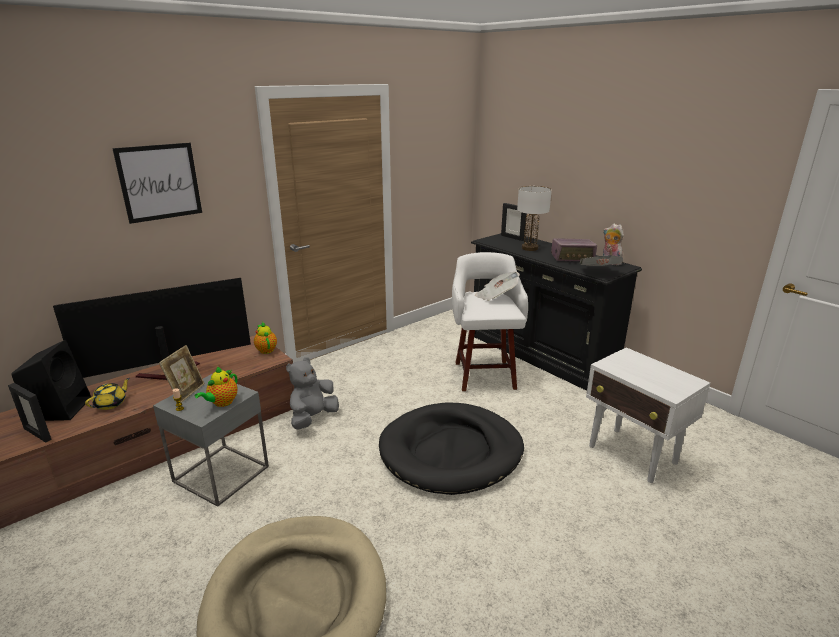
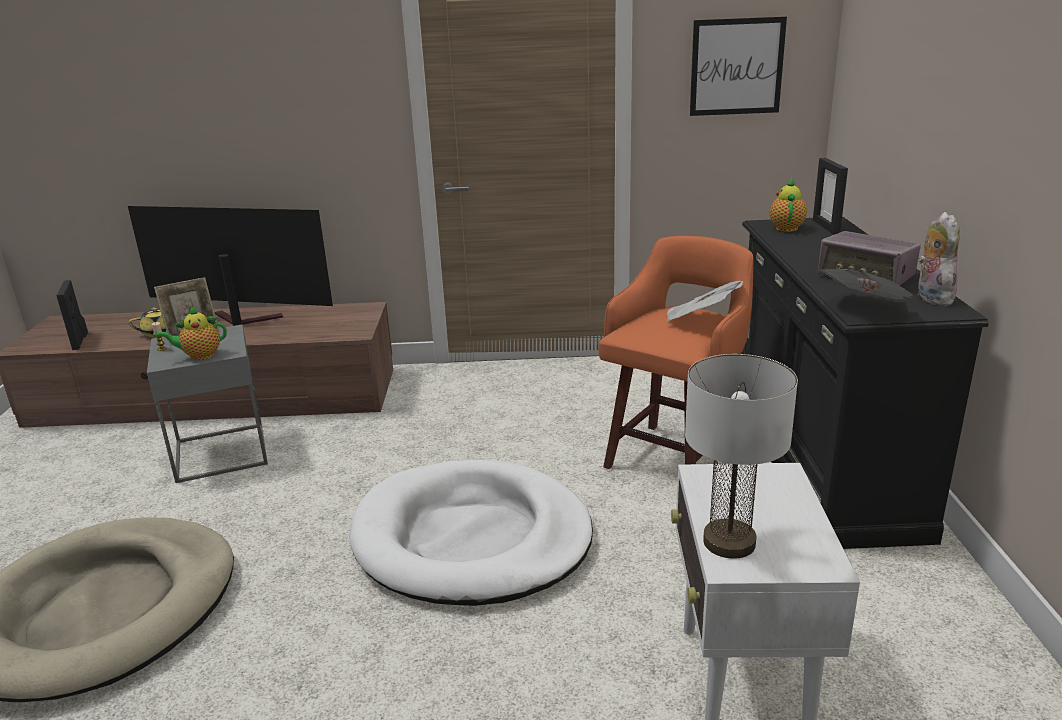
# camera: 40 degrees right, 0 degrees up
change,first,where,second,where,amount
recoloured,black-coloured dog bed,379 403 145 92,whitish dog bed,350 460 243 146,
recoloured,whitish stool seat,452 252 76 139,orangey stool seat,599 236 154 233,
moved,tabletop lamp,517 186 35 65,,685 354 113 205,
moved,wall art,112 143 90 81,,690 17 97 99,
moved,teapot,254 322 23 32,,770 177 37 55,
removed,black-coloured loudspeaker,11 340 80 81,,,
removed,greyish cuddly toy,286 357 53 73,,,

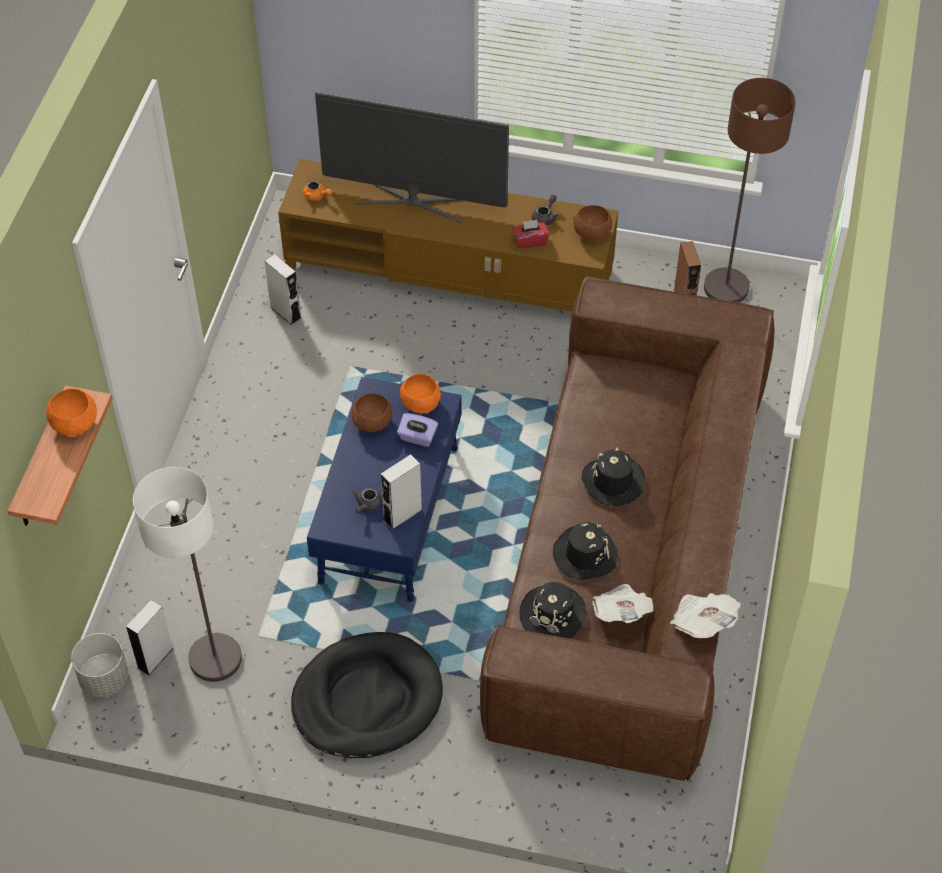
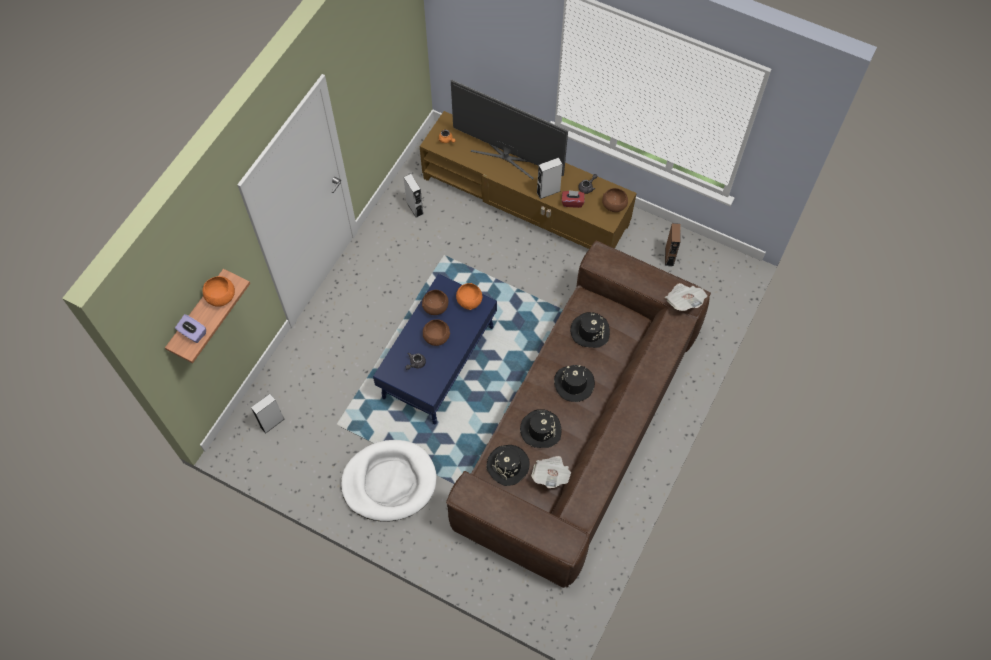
# camera: 15 degrees right, 10 degrees up
change,first,where,second,where,amount
moved,purple box of tissues,397 413 41 34,,175 314 31 29,
recoloured,black-coloured dog bed,291 632 152 126,whitish dog bed,341 440 96 82,
added,,,brown-coloured serving bowl,423 319 27 27,
moved,greyish loudspeaker,381 454 41 76,,536 157 27 42,
added,,,black-coloured clothing hat,570 312 40 36,
moved,printed paper,670 593 70 45,,665 283 42 28,
removed,greyish plant pot,71 633 57 64,,,
removed,whitish standing lamp,133 467 109 215,,,
removed,brown-coloured standing lamp,704 78 92 225,,,

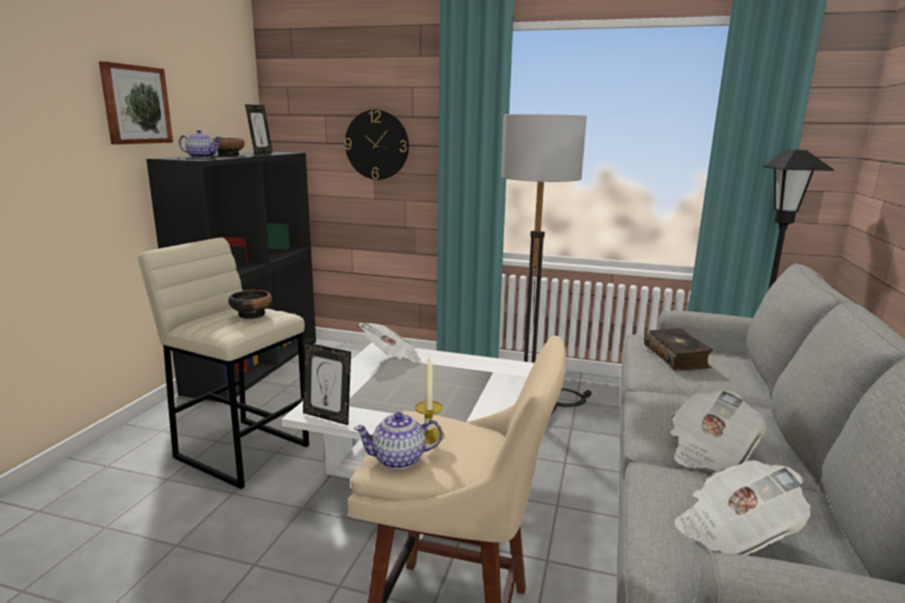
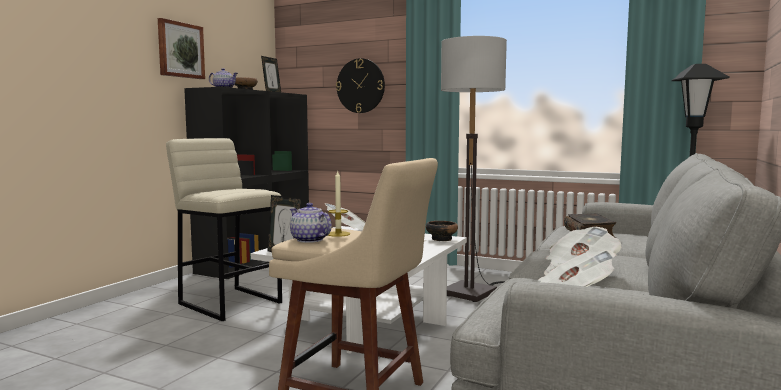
# camera: 10 degrees right, 10 degrees down
change,first,where,second,where,amount
turned,teapot,353 412 90 57,,290 203 42 40,45 degrees clockwise
moved,serving bowl,228 290 44 29,,426 221 32 20,

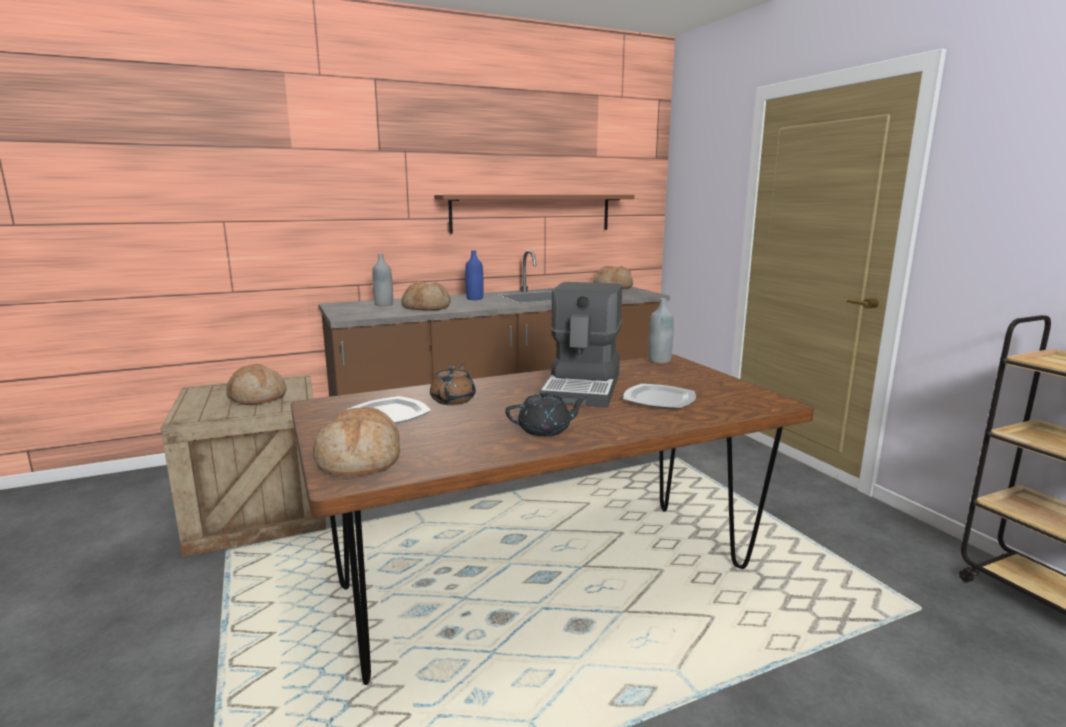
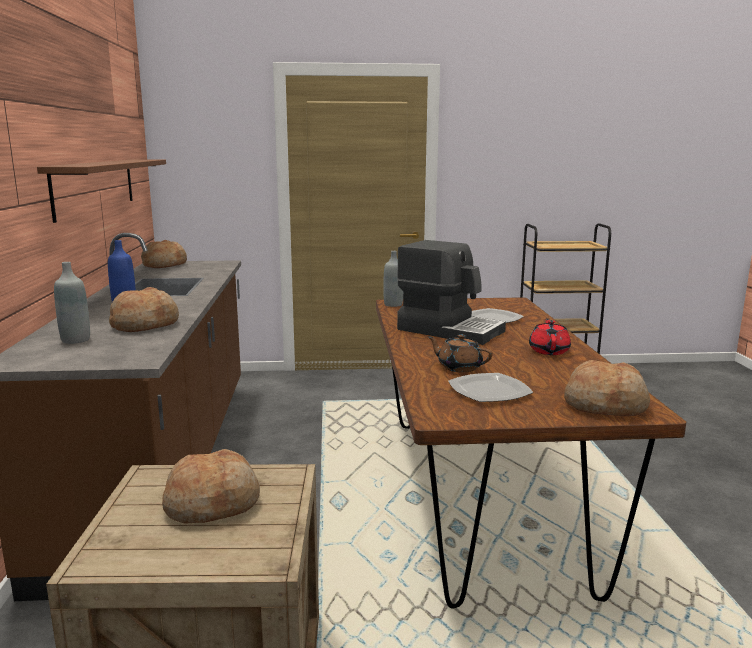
# camera: 70 degrees left, 0 degrees up
change,first,where,second,where,amount
recoloured,black-coloured teapot,505 391 82 46,red teapot,529 318 42 37,

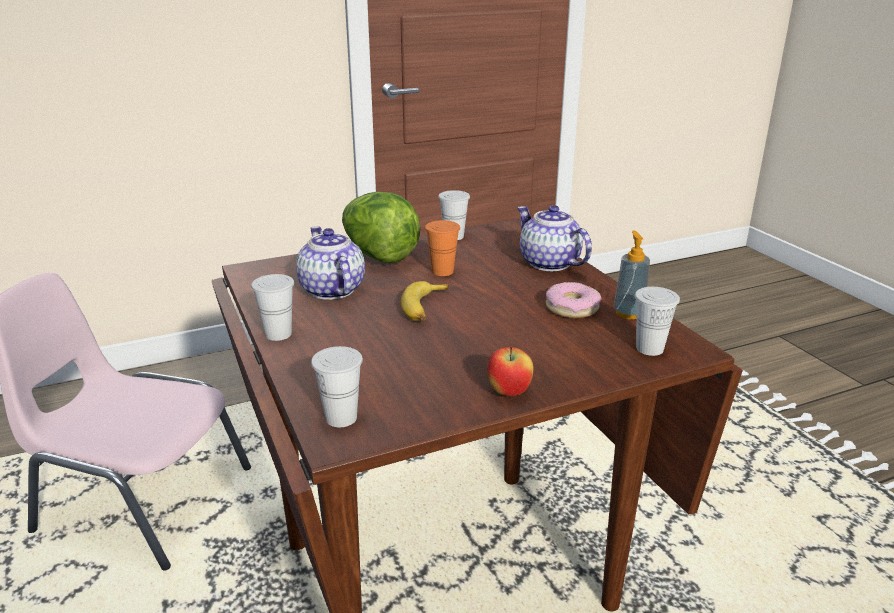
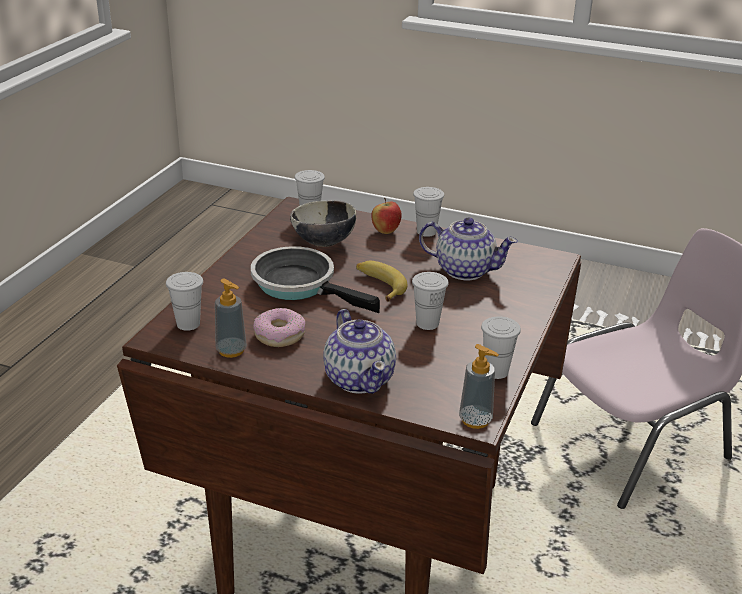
# camera: 135 degrees right, 5 degrees up
change,first,where,second,where,amount
added,,,frying pan,251 246 129 67,
added,,,serving bowl,290 200 66 47,
turned,teapot,517 205 75 66,,323 309 73 85,60 degrees clockwise
moved,apple,487 346 46 50,,371 198 31 36,
recoloured,orangey cup,425 220 35 56,whitish cup,412 272 37 58,
added,,,liquid soap bottle,459 344 40 85,
removed,lettuce head,342 192 78 71,,,

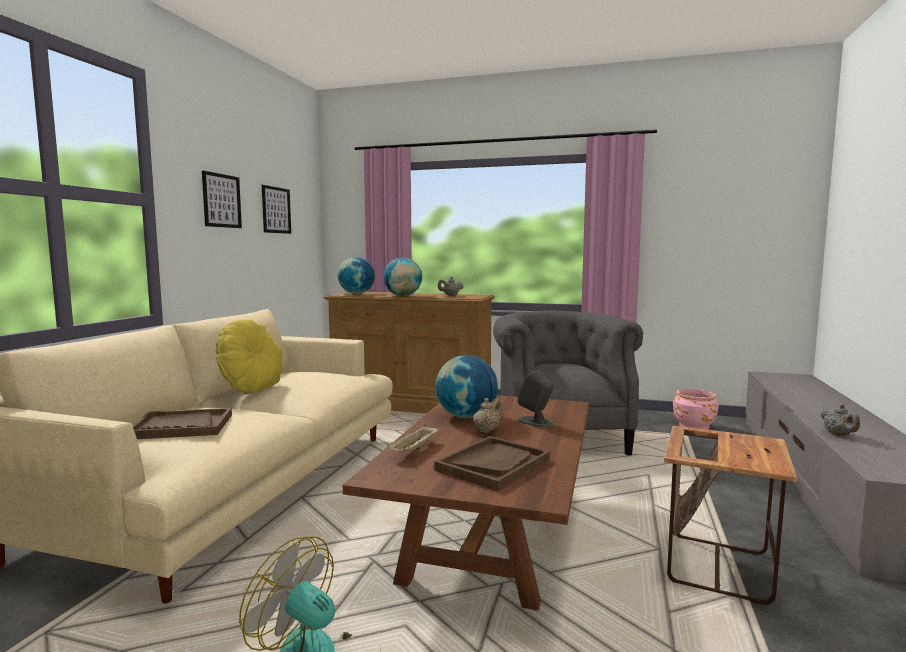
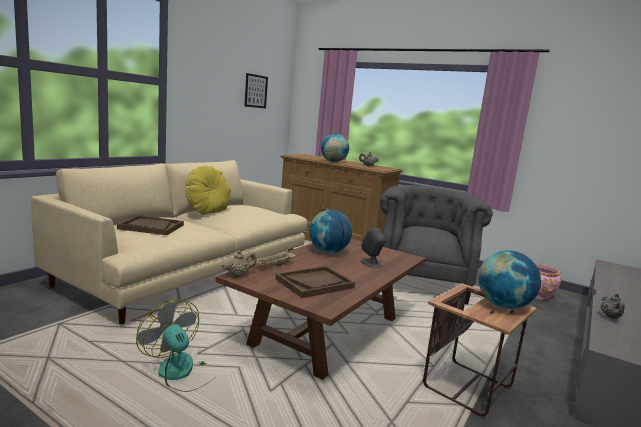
# camera: 15 degrees right, 5 degrees up
change,first,where,second,where,amount
moved,beige-coloured teapot,473 398 29 35,,222 250 35 27,
moved,desk globe,338 257 37 37,,478 250 63 59,
removed,wall art,202 171 40 57,,,

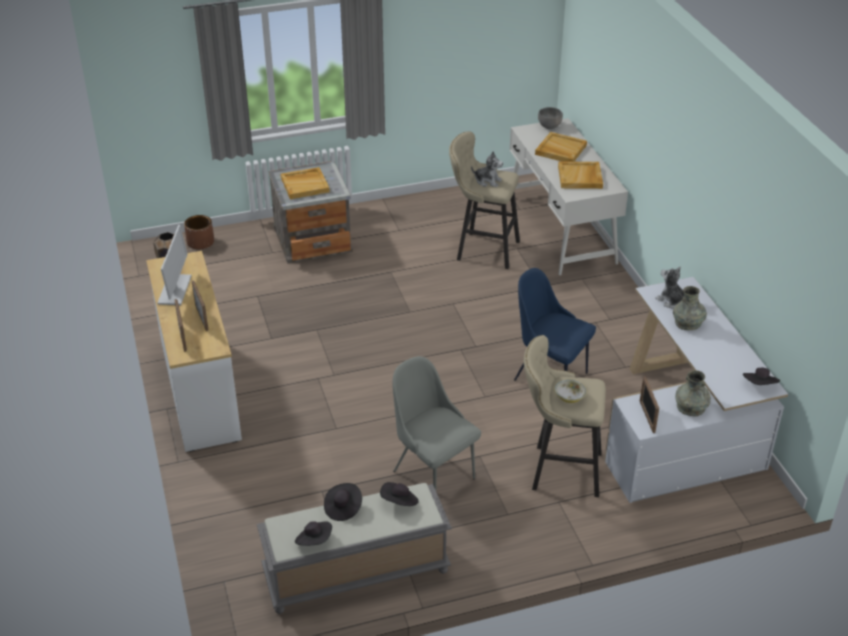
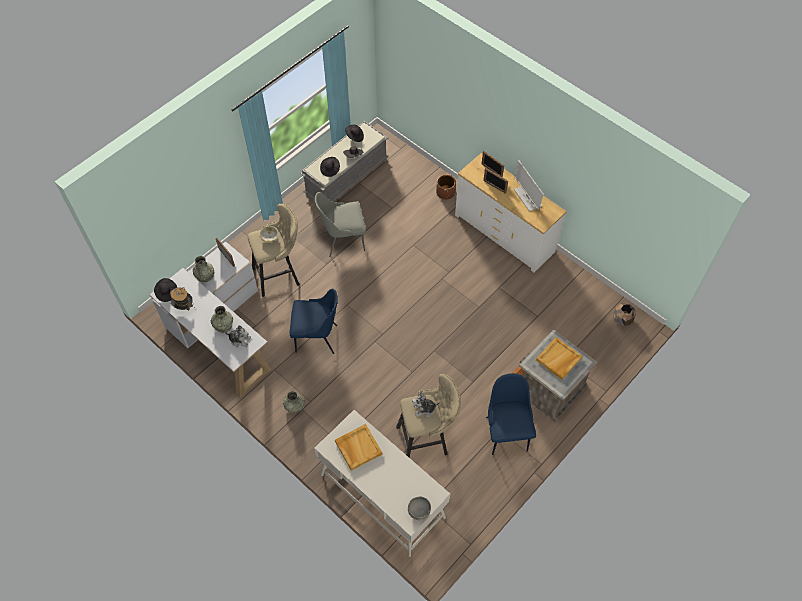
# camera: 150 degrees right, 20 degrees up
change,first,where,second,where,amount
added,,,clothing hat,170 287 25 23,
added,,,greyish vase,283 391 22 23,
turned,greyish plain chair,392 356 89 134,,315 192 51 65,150 degrees clockwise
moved,brown-coloured plant pot,184 215 30 34,,436 175 20 25,
added,,,bluish plain chair,486 373 50 82,
removed,beige-coloured serving tray,535 132 52 30,,,

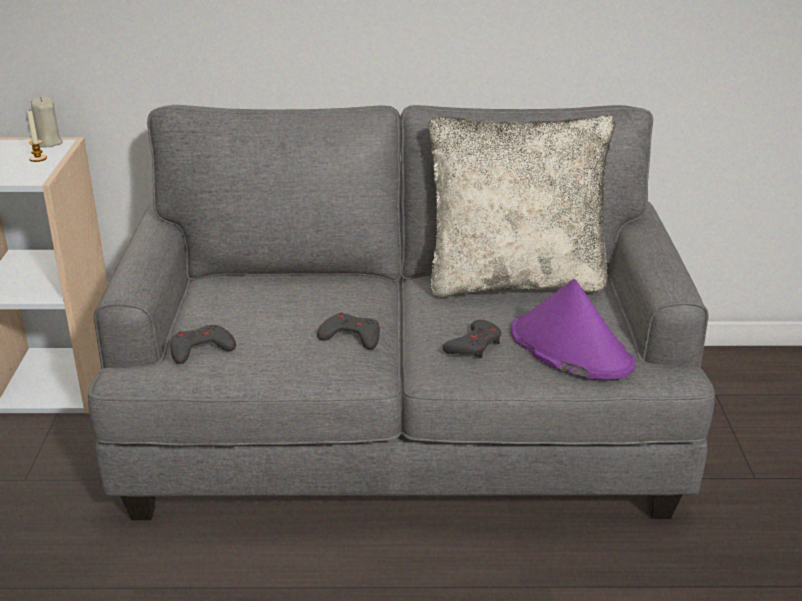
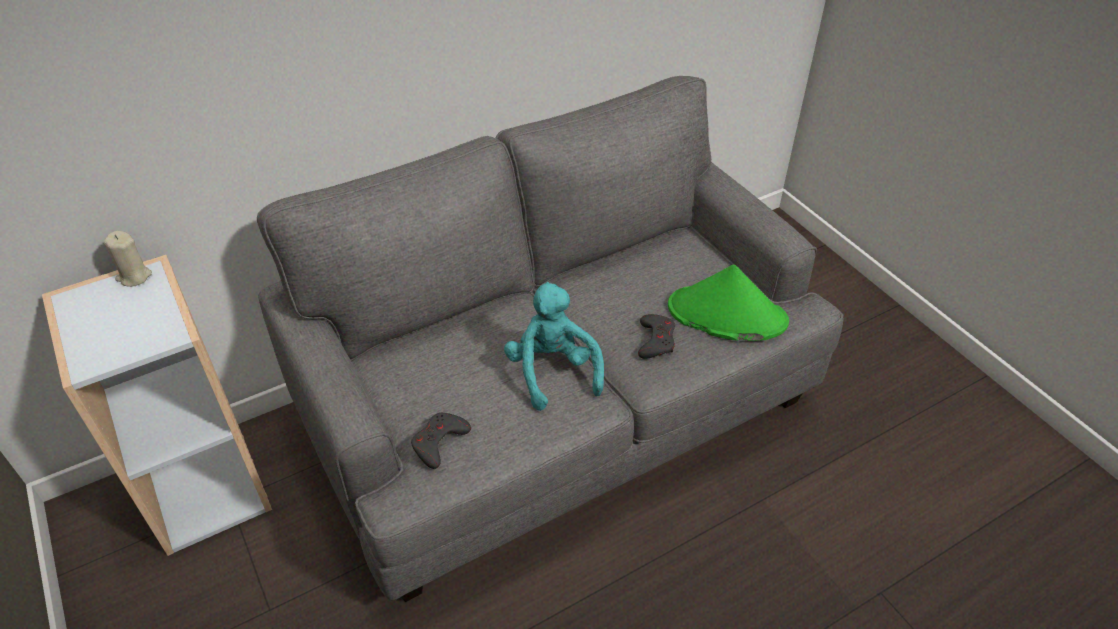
# camera: 30 degrees left, 15 degrees up
change,first,where,second,where,amount
replaced,greyish gamepad,317 313 63 36,turquoise-coloured cuddly toy,504 282 100 129,
recoloured,purple clothing hat,511 279 124 100,green-coloured clothing hat,668 264 121 77,
removed,wax light,27 111 20 51,,,
removed,beige-coloured cushion,429 115 187 183,,,

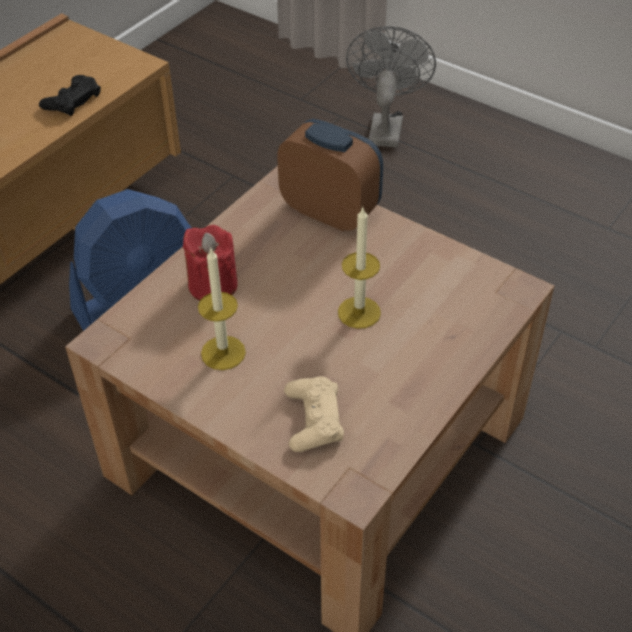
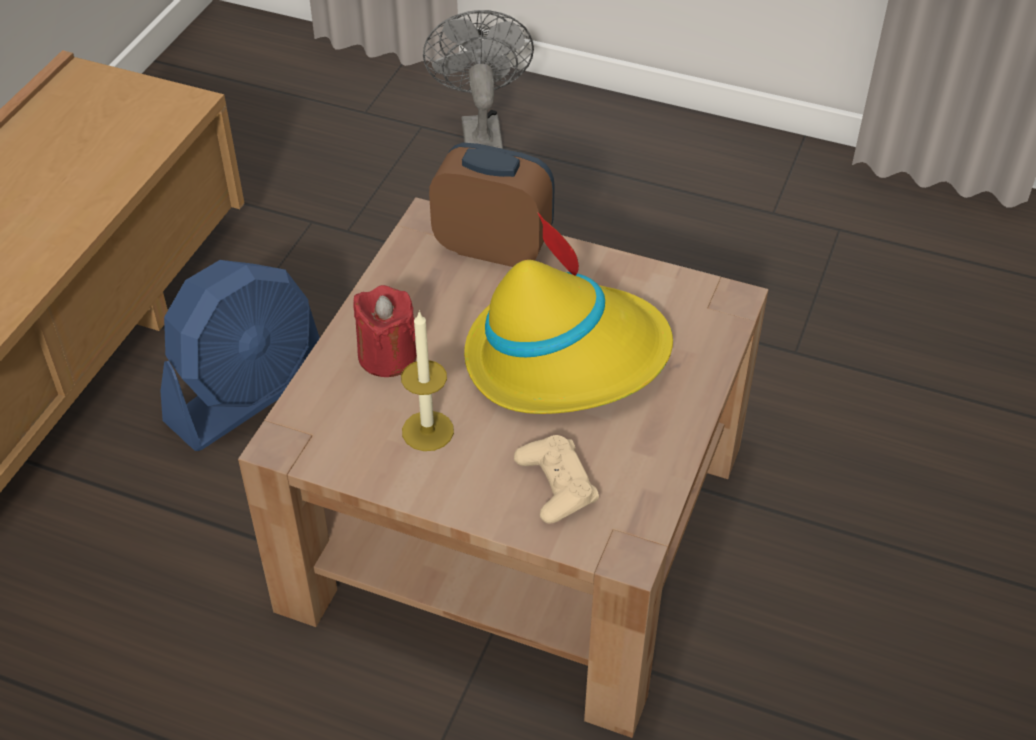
# camera: 15 degrees left, 0 degrees up
change,first,where,second,where,amount
replaced,wax light,338 207 43 122,yellowish clothing hat,464 212 209 202,
removed,black-coloured gamepad,39 75 62 41,,,

